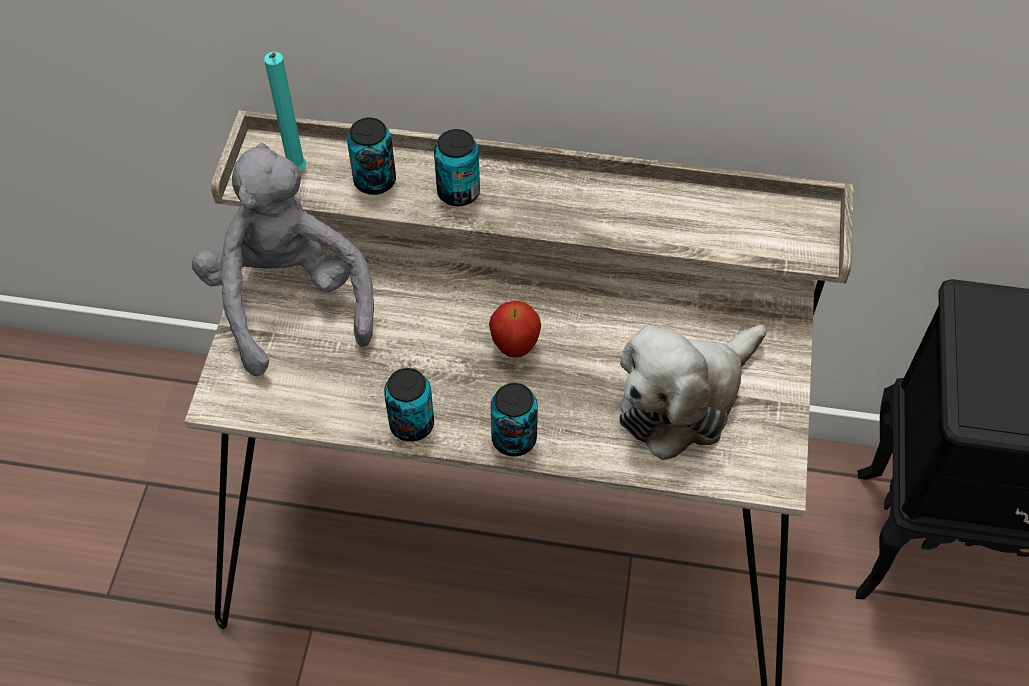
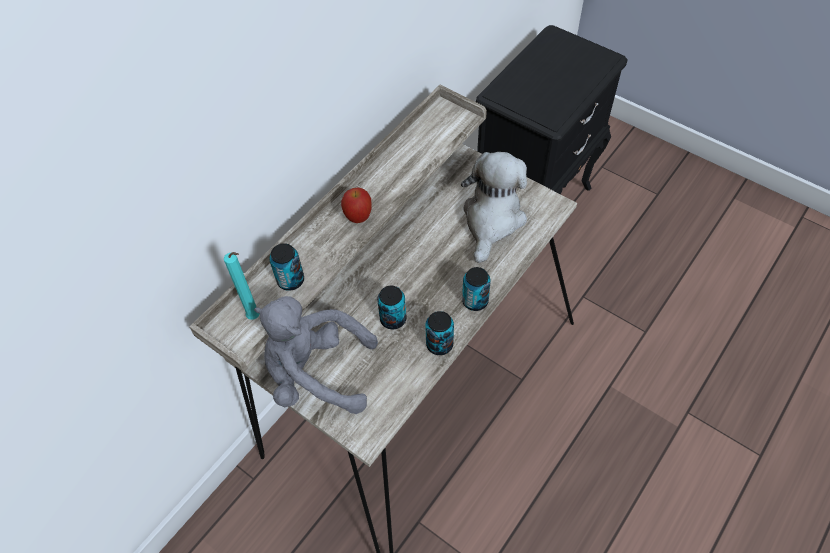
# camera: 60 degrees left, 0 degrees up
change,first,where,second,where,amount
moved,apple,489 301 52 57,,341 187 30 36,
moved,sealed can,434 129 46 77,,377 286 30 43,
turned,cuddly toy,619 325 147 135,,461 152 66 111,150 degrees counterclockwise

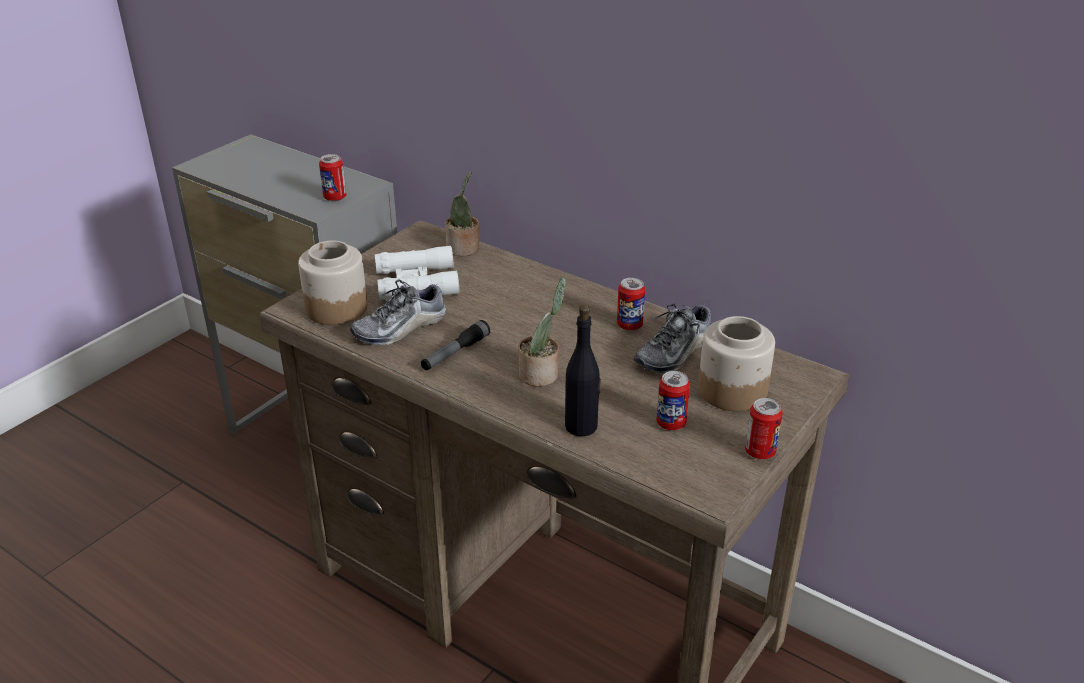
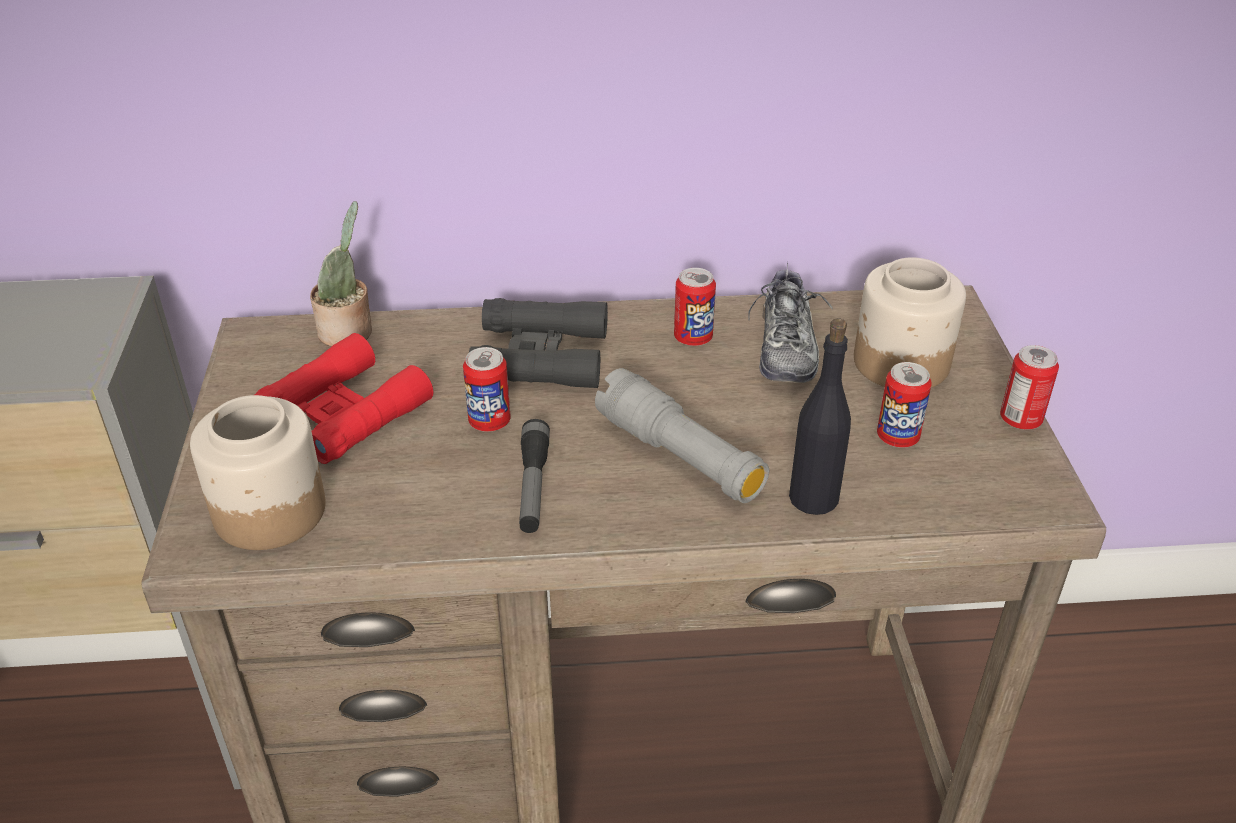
# camera: 40 degrees left, 5 degrees up
change,first,where,second,where,amount
recoloured,whitish binoculars,375 246 84 54,red binoculars,254 333 180 131,
moved,sealed can,319 154 27 47,,463 347 48 85,
added,,,black-coloured binoculars,469 298 139 90,
replaced,houseplant,519 277 47 109,greyish hand torch,595 368 174 135,
removed,low shoe,350 279 96 66,,,

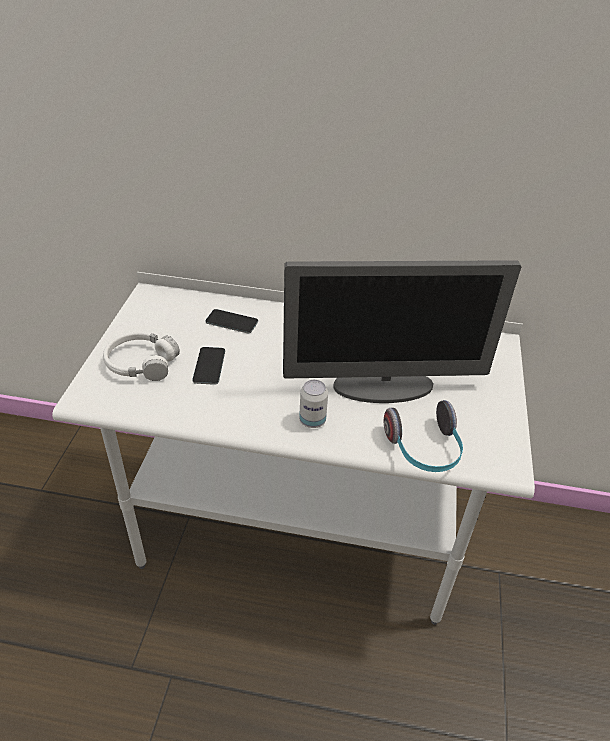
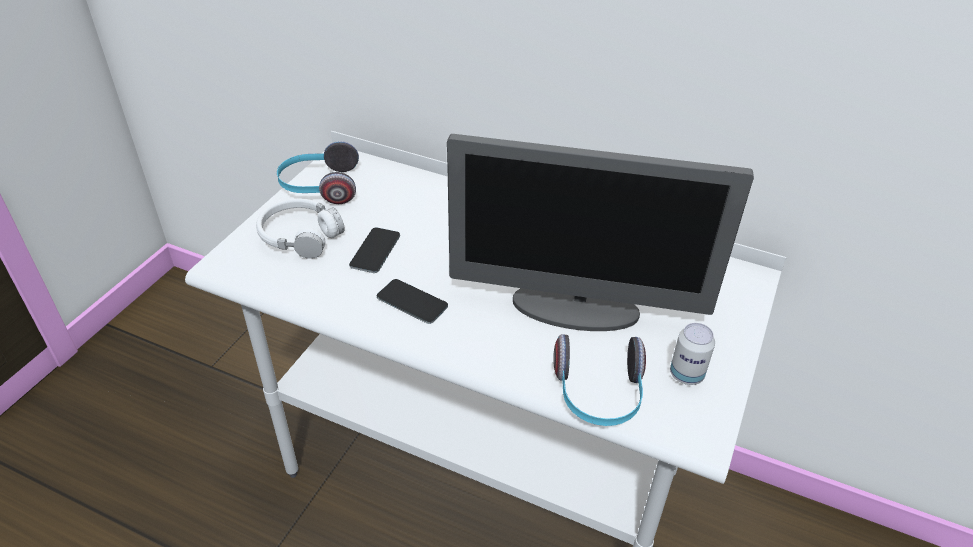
# camera: 15 degrees right, 0 degrees up
change,first,where,second,where,amount
added,,,pair of headphones,277 141 82 63,
moved,handset,205 309 53 24,,377 279 71 45,
moved,sealed can,299 380 29 48,,670 323 45 62,

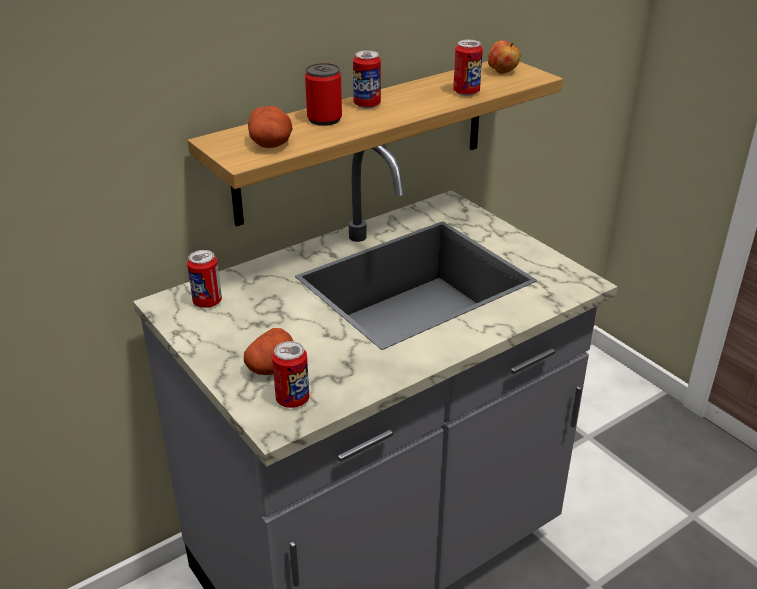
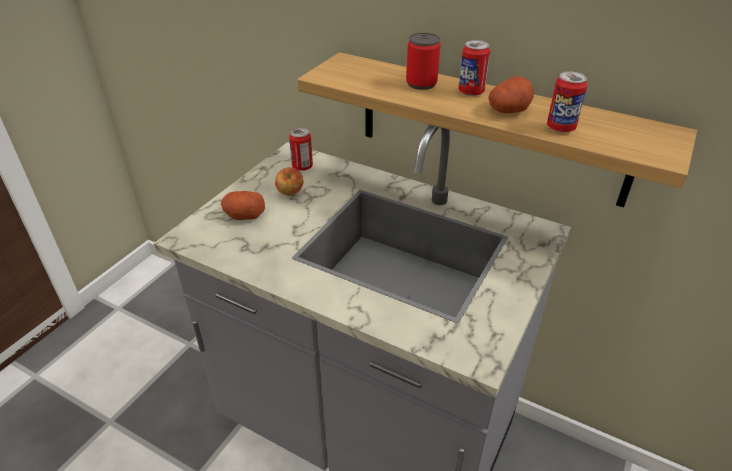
# camera: 65 degrees right, 5 degrees up
change,first,where,second,where,amount
moved,apple,488 40 32 34,,275 167 28 29,
moved,spud,248 106 45 42,,489 76 45 37,
removed,sealed can,272 341 37 67,,,

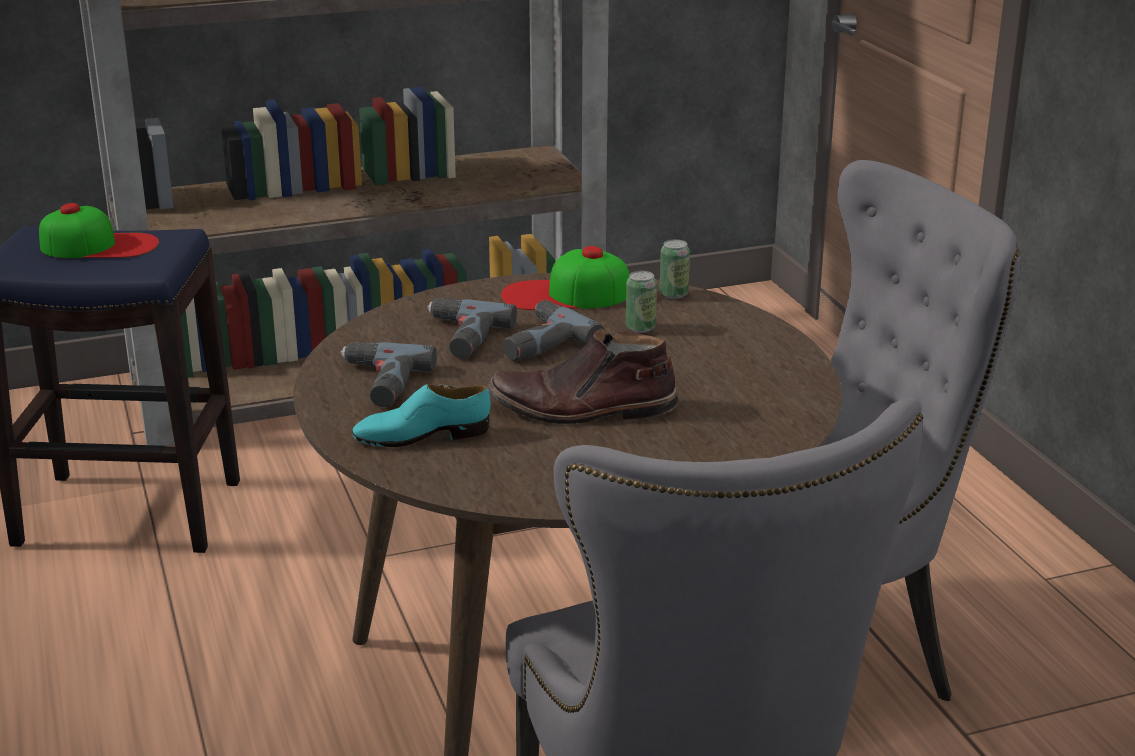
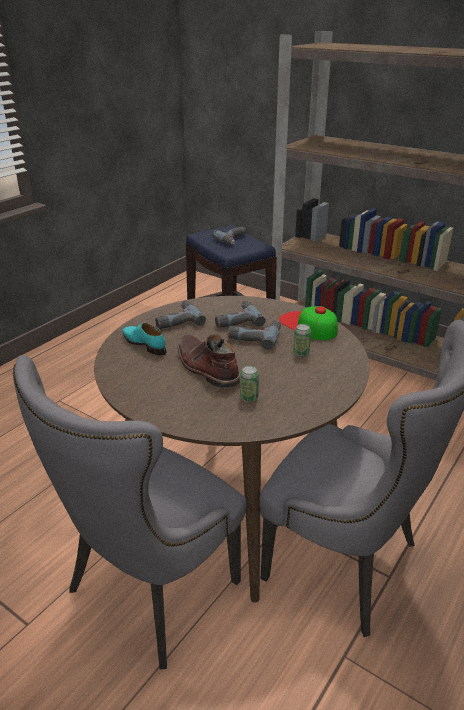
# camera: 55 degrees right, 5 degrees up
change,first,where,second,where,amount
replaced,peaked cap,39 203 120 55,drill,212 227 34 18,
moved,sealed can,660 239 30 60,,240 366 19 36,

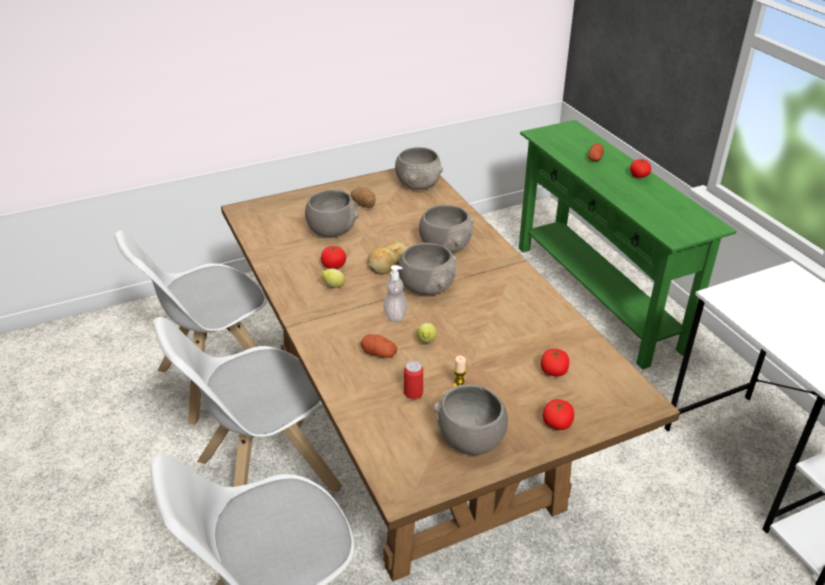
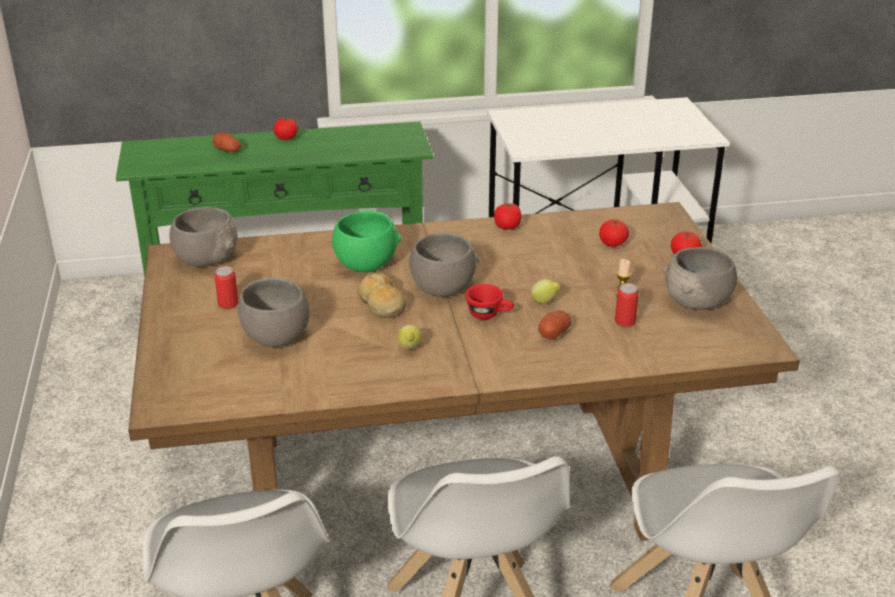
# camera: 75 degrees left, 5 degrees down
change,first,where,second,where,amount
replaced,spud,350 187 26 21,sealed can,215 266 23 43,
recoloured,greyish serving bowl,419 205 55 48,green-coloured serving bowl,332 210 69 62,
replaced,liquid soap bottle,383 265 24 57,red cup,465 284 49 35,
moved,fresh tomato,321 246 25 23,,494 203 28 27,

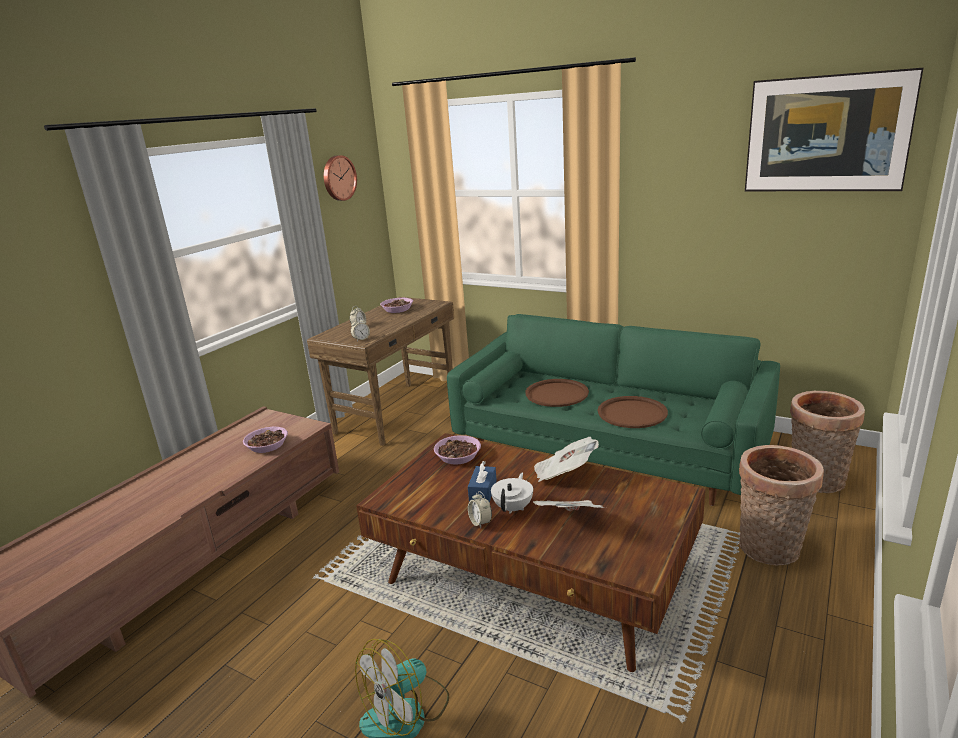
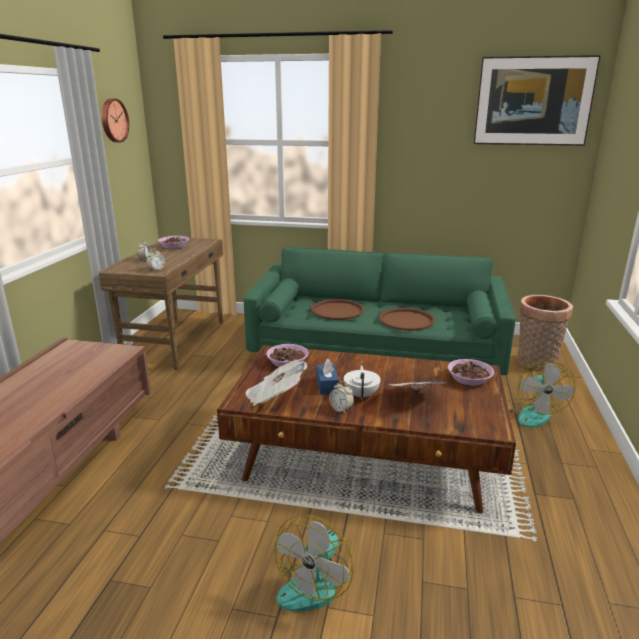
# camera: 20 degrees left, 0 degrees up
change,first,where,second,where,amount
moved,printed paper,534 437 65 45,,245 360 62 46,
moved,serving bowl,243 427 45 26,,448 359 46 27,
replaced,storage basket,739 445 85 120,electric fan,507 361 69 66,

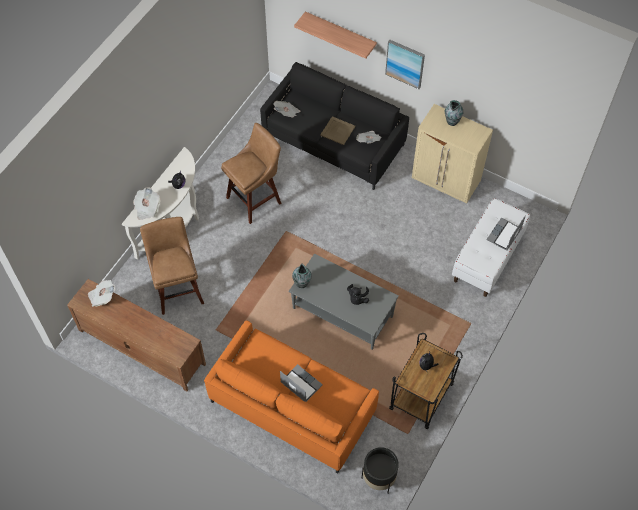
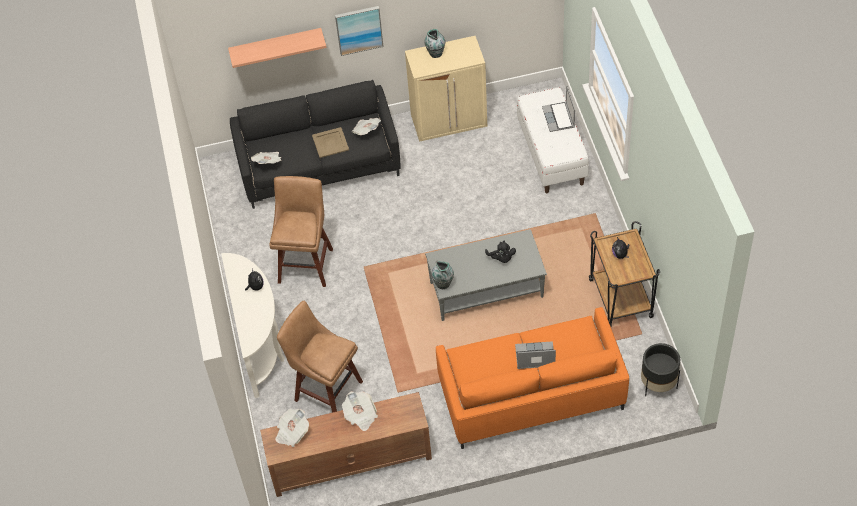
# camera: 40 degrees left, 5 degrees down
change,first,where,second,where,amount
moved,printed paper,133 187 27 33,,342 391 36 40,

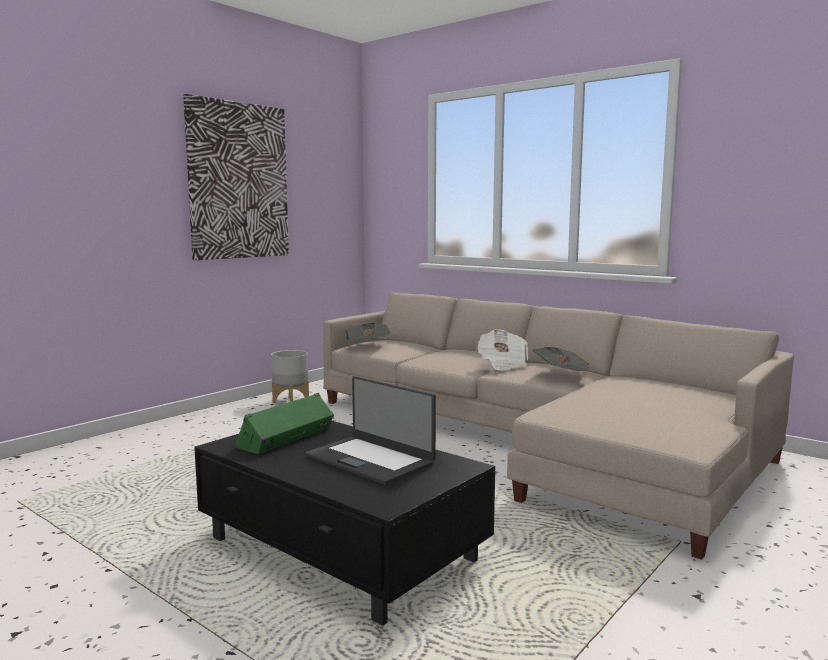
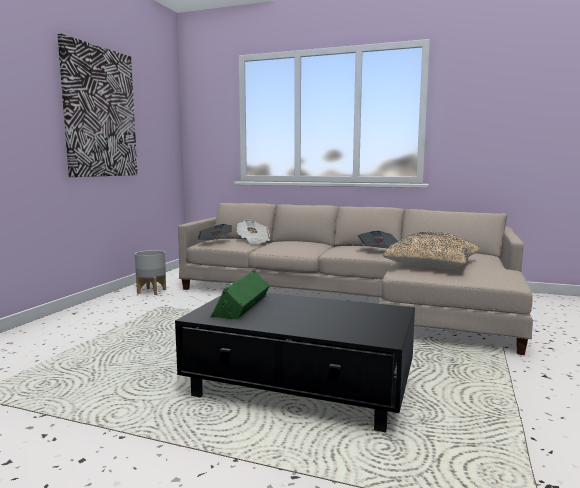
# camera: 20 degrees left, 0 degrees up
change,first,where,second,where,amount
moved,printed paper,477 329 51 42,,237 220 33 25,
added,,,beige-coloured cushion,383 231 97 37,
removed,portable computer,306 376 130 109,,,

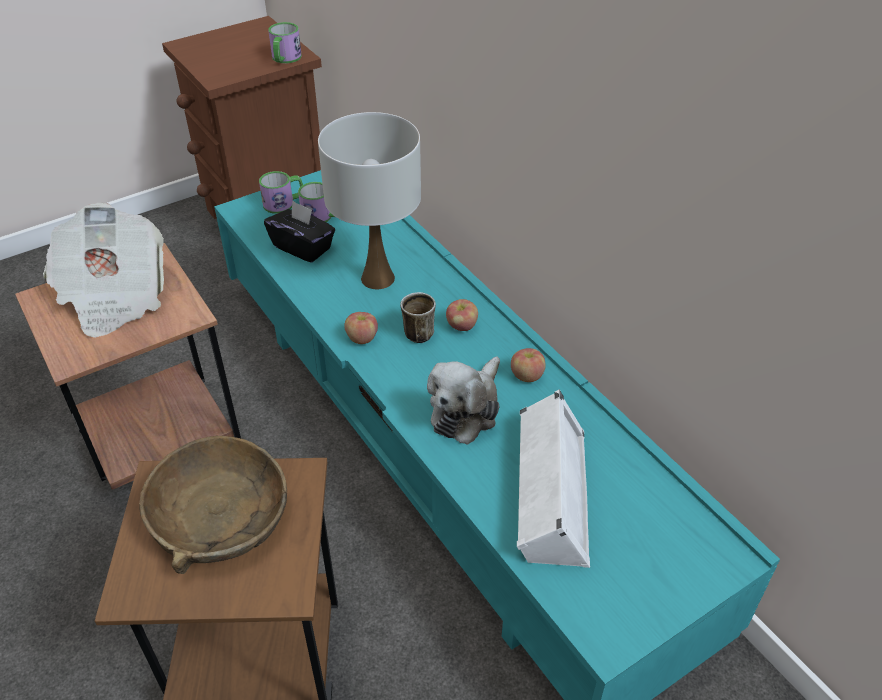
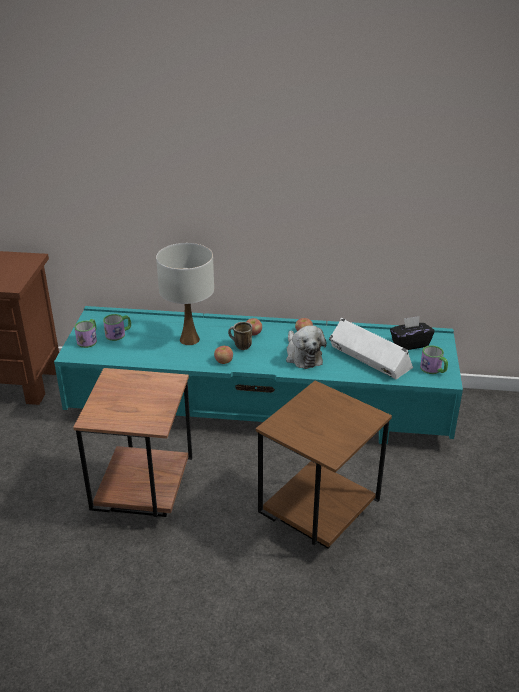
# camera: 50 degrees left, 10 degrees down
change,first,where,second,where,amount
moved,black-coloured box of tissues,264 201 71 62,,390 316 44 34,
moved,tea mug,268 22 34 41,,420 345 28 29,
removed,printed paper,43 203 121 135,,,
removed,brown-coloured serving bowl,139 436 148 138,,,

